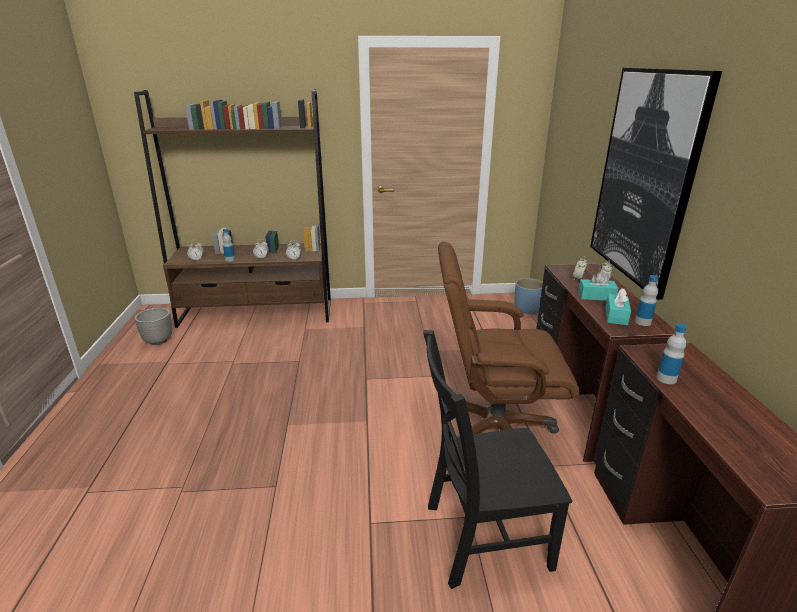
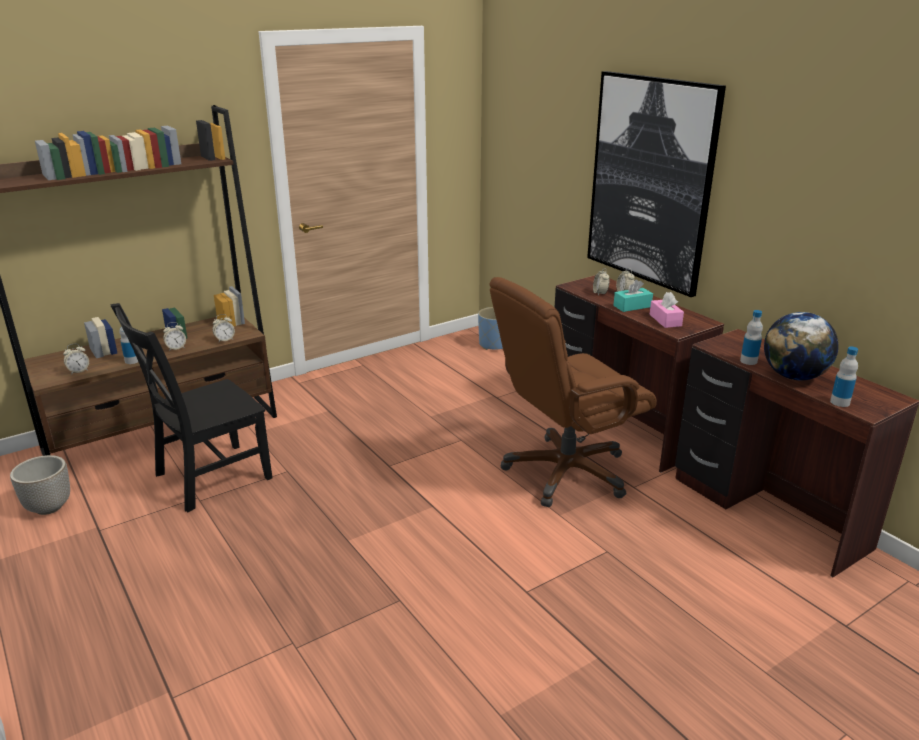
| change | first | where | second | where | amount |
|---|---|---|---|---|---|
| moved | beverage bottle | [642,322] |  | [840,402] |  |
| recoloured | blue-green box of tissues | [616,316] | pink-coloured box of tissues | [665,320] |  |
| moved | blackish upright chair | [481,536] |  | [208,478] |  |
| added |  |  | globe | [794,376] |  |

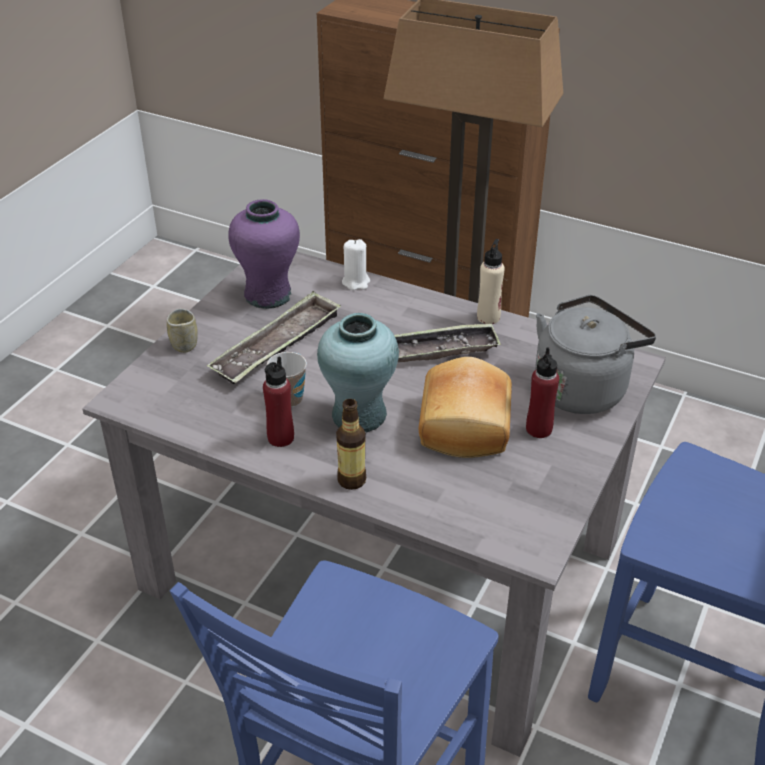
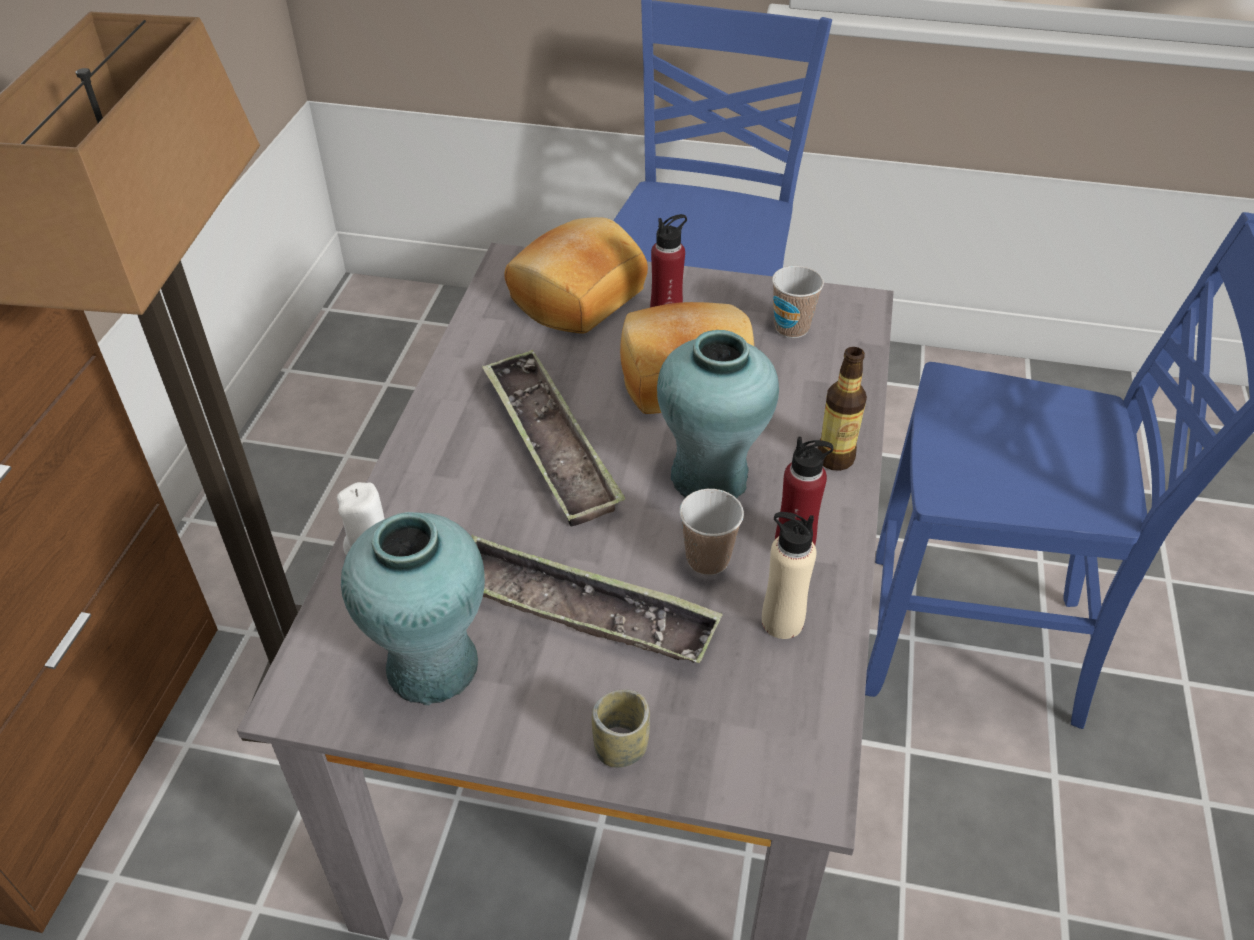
| change | first | where | second | where | amount |
|---|---|---|---|---|---|
| recoloured | purple-coloured vase | [268,294] | blue-green vase | [431,666] |  |
| moved | beige beverage bottle | [488,317] |  | [782,622] |  |
| replaced | grey tea kettle | [583,388] | bread | [575,295] |  |
| added |  |  | small cup | [791,328] |  |

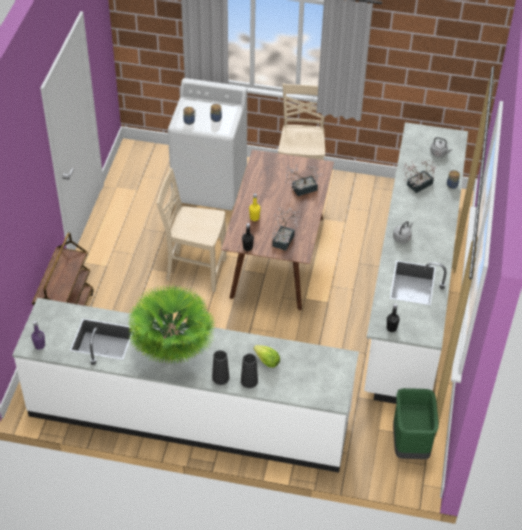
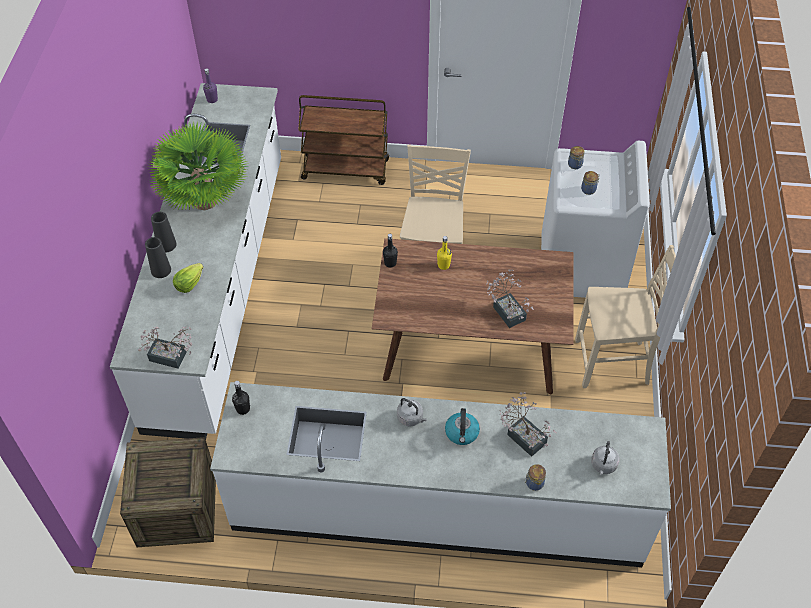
| change | first | where | second | where | amount |
|---|---|---|---|---|---|
| moved | potted plant | [284,238] |  | [171,358] |  |
| replaced | greenish rubbish bin | [409,444] | shipping crate | [177,509] |  |
| added |  |  | tea kettle | [462,433] |  |

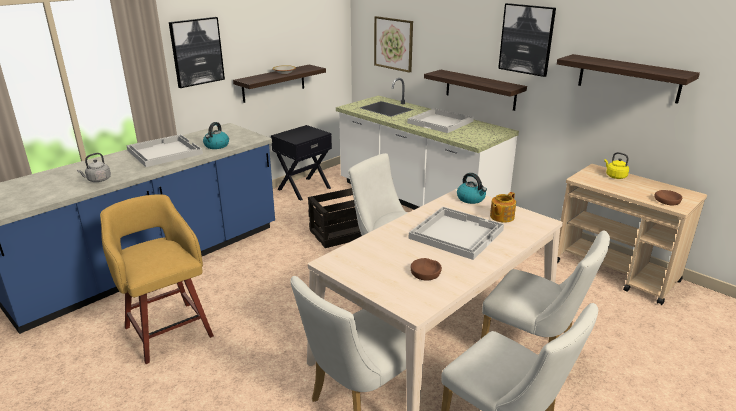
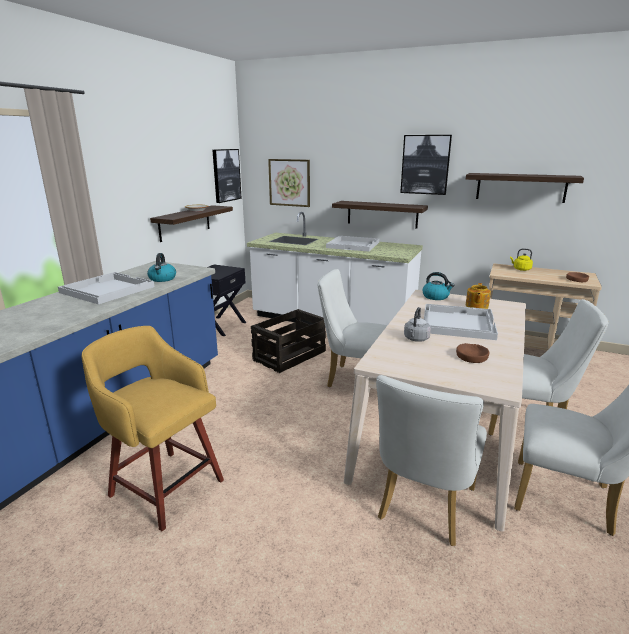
| change | first | where | second | where | amount |
|---|---|---|---|---|---|
| moved | wall art | [197,52] |  | [226,175] |  |
| moved | grey tea kettle | [98,180] |  | [416,339] |  |

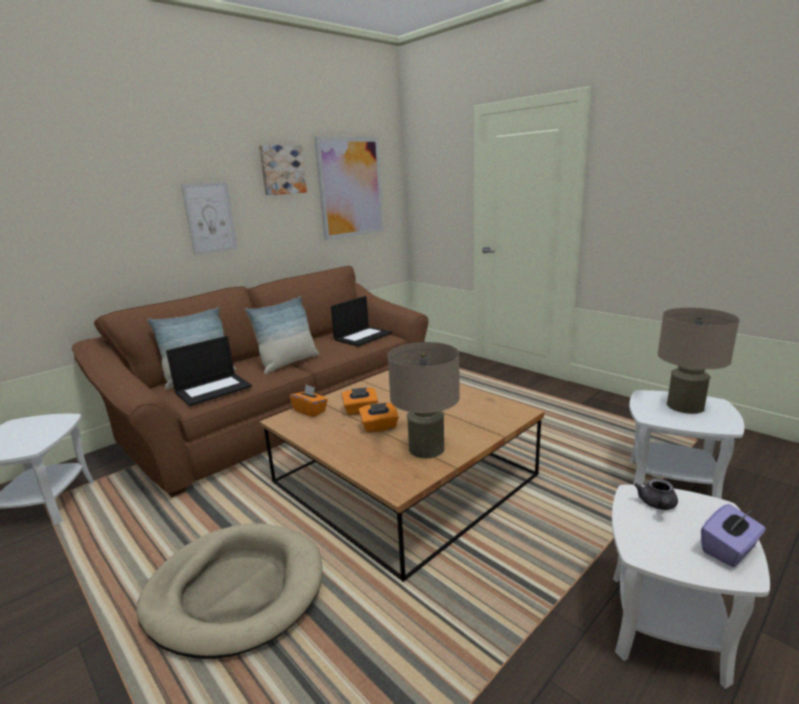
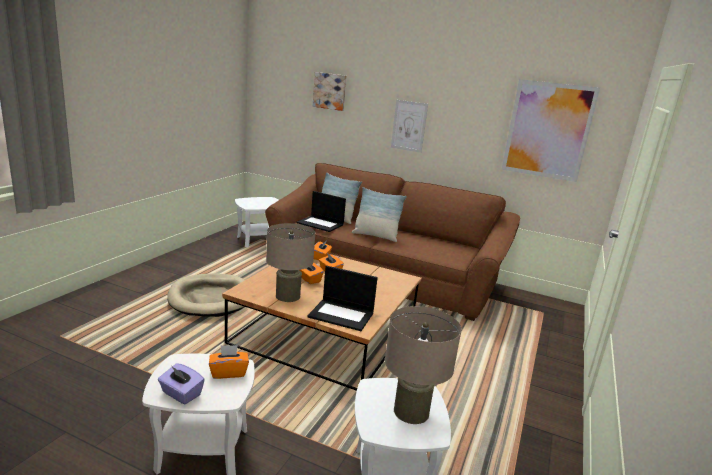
| change | first | where | second | where | amount |
|---|---|---|---|---|---|
| moved | wall art | [282,170] |  | [330,91] |  |
| moved | laptop | [363,336] |  | [342,315] |  |
| replaced | grey teapot | [657,505] | orange-coloured box of tissues | [228,372] |  |

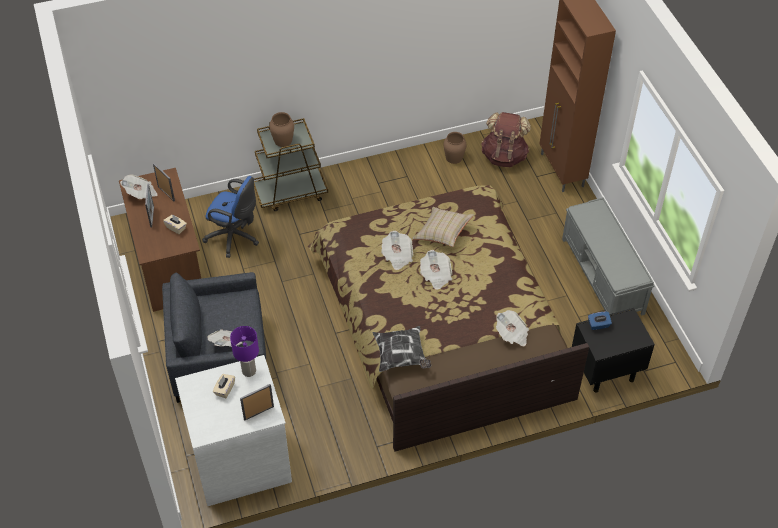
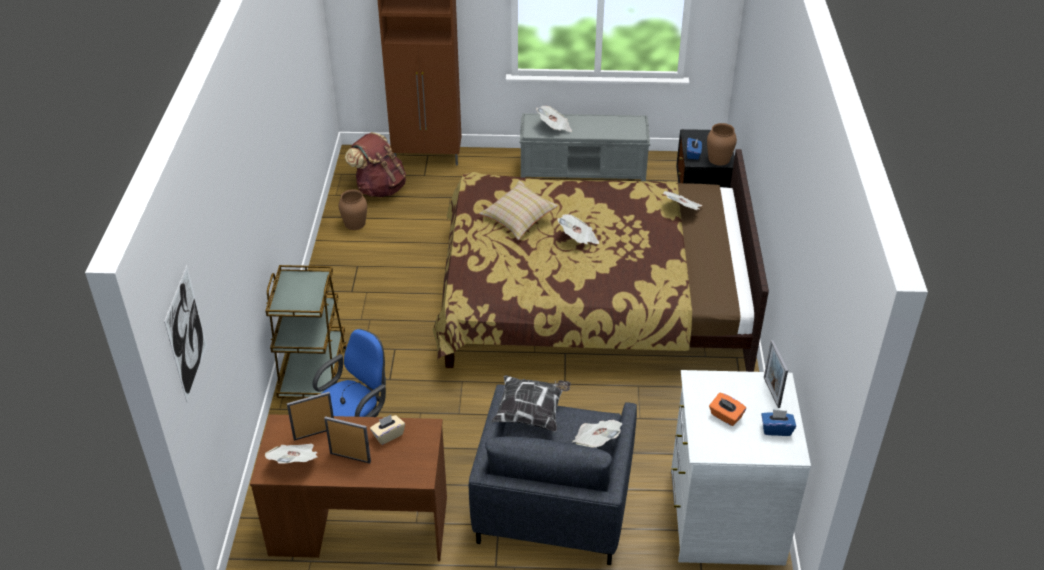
| change | first | where | second | where | amount |
|---|---|---|---|---|---|
| moved | brown vase | [283,140] |  | [719,159] |  |
| moved | daily paper | [397,256] |  | [554,127] |  |
| removed | purple-coloured tabletop lamp | [249,371] |  |  |  |
| moved | pillow | [401,356] |  | [531,412] |  |
| recoloured | beige box of tissues | [224,389] | orange-coloured box of tissues | [725,416] |  |
| added |  |  | wall art | [186,333] |  |
| added |  |  | blue-coloured box of tissues | [776,429] |  |

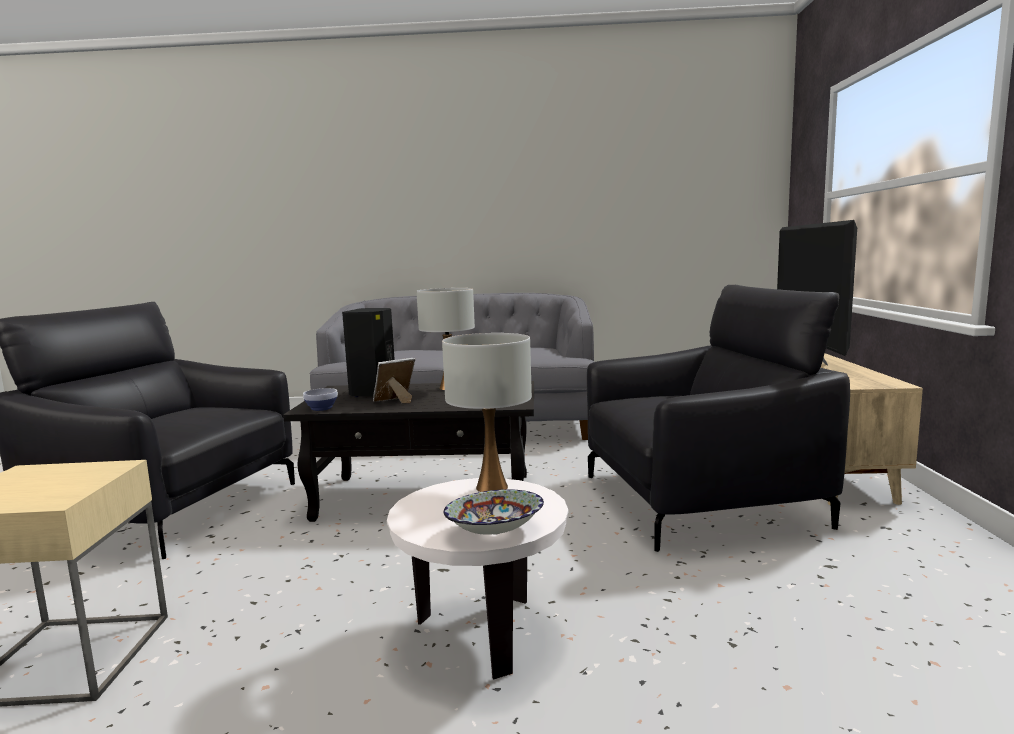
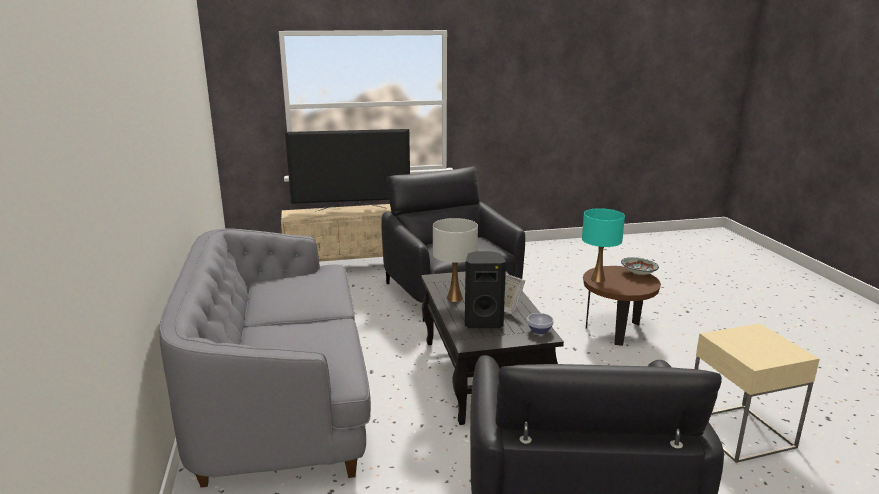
| change | first | where | second | where | amount |
|---|---|---|---|---|---|
| recoloured | white tabletop lamp | [491,487] | blue-green tabletop lamp | [598,279] |  |
| recoloured | white accent table | [483,634] | brown accent table | [616,330] |  |

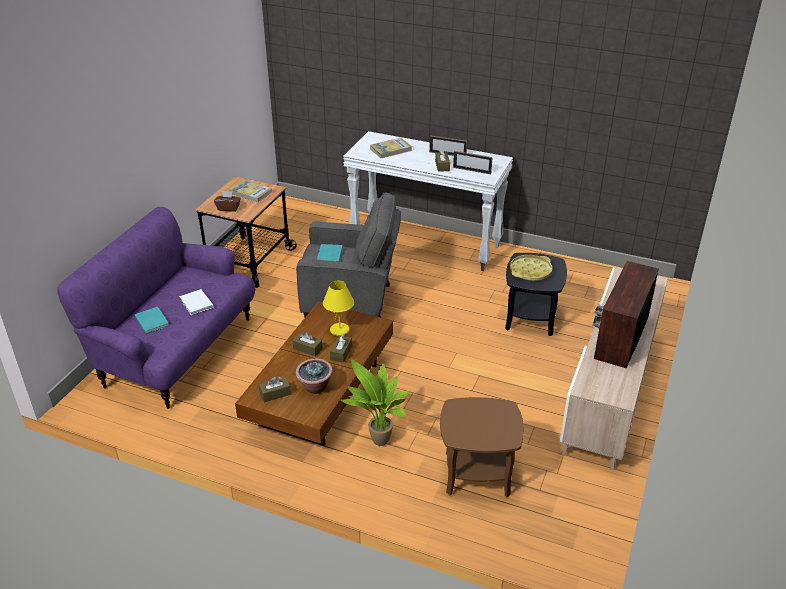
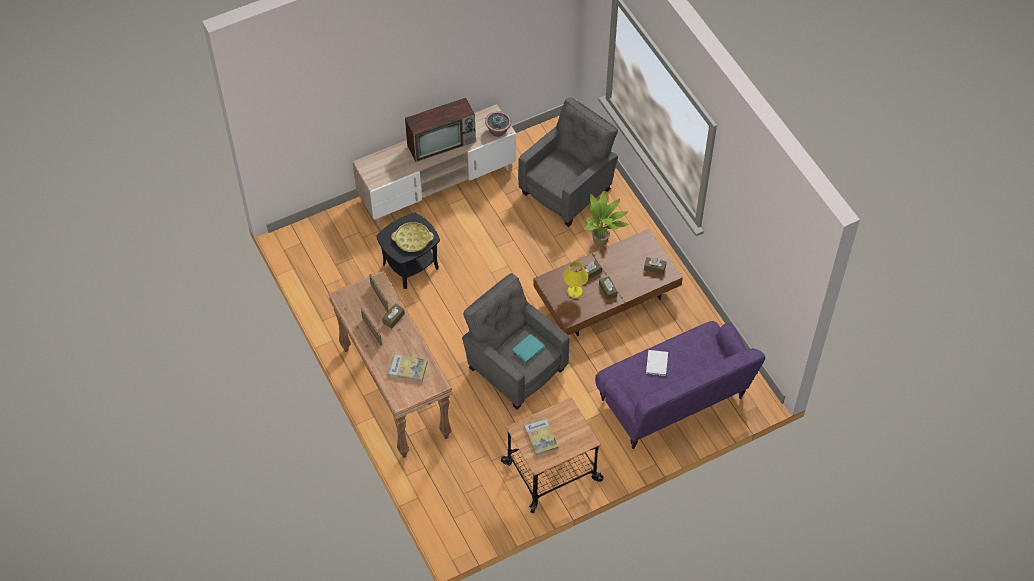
| change | first | where | second | where | amount |
|---|---|---|---|---|---|
| recoloured | white narrow table | [426,243] | brown narrow table | [394,392] |  |
| removed | brown box of tissues | [228,208] |  |  |  |
| removed | blue-green bound book | [152,321] |  |  |  |
| moved | potted plant | [315,387] |  | [498,131] |  |
| replaced | brown accent table | [477,474] | grey easy chair | [568,190] |  |

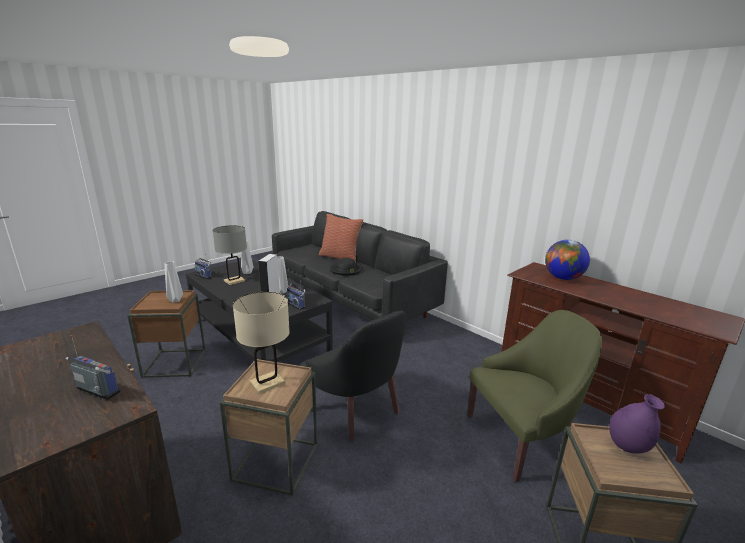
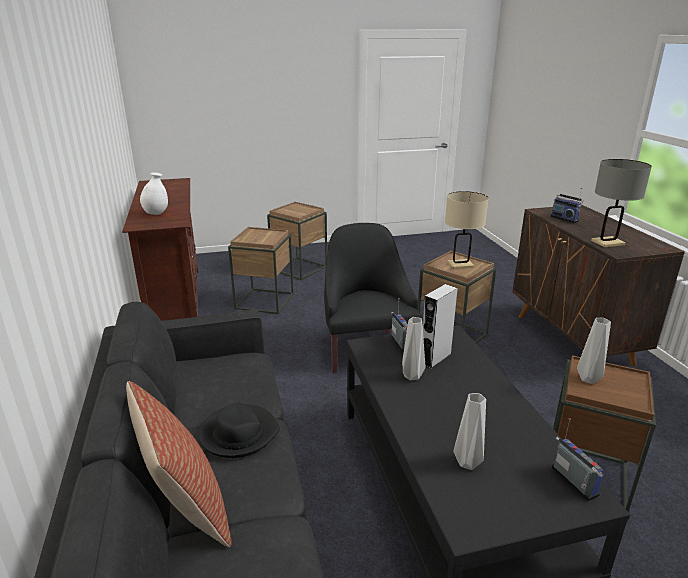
| change | first | where | second | where | amount |
|---|---|---|---|---|---|
| moved | grey tabletop lamp | [234,281] |  | [607,243] |  |
| replaced | globe | [563,278] | white vase | [156,213] |  |
| replaced | greenish easy chair | [521,438] | brown accent table | [264,301] |  |
| removed | purple-coloured vase | [628,446] |  |  |  |

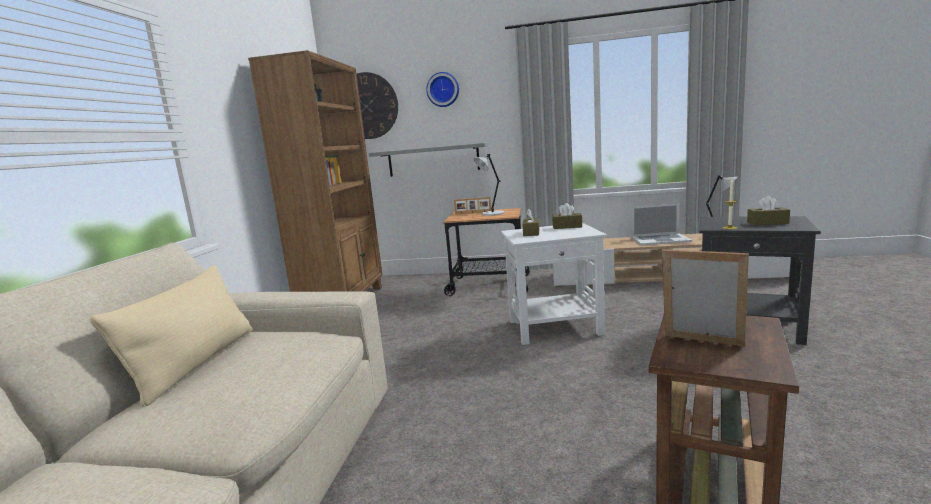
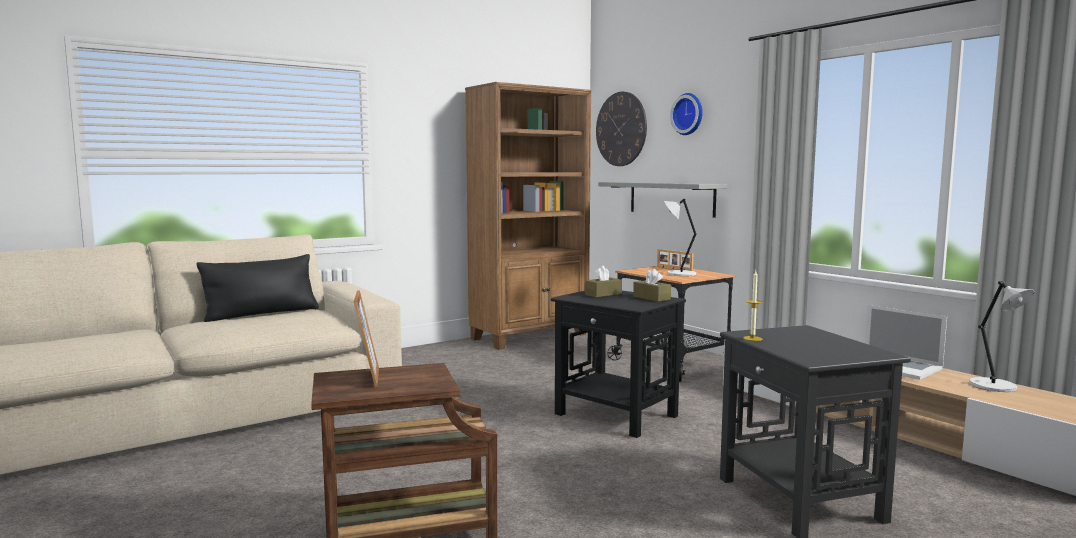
| change | first | where | second | where | amount |
|---|---|---|---|---|---|
| removed | brown box of tissues | [767,223] |  |  |  |
| recoloured | white accent table | [556,327] | blackish accent table | [617,415] |  |
| recoloured | beige pillow | [196,363] | blackish pillow | [262,314] |  |

